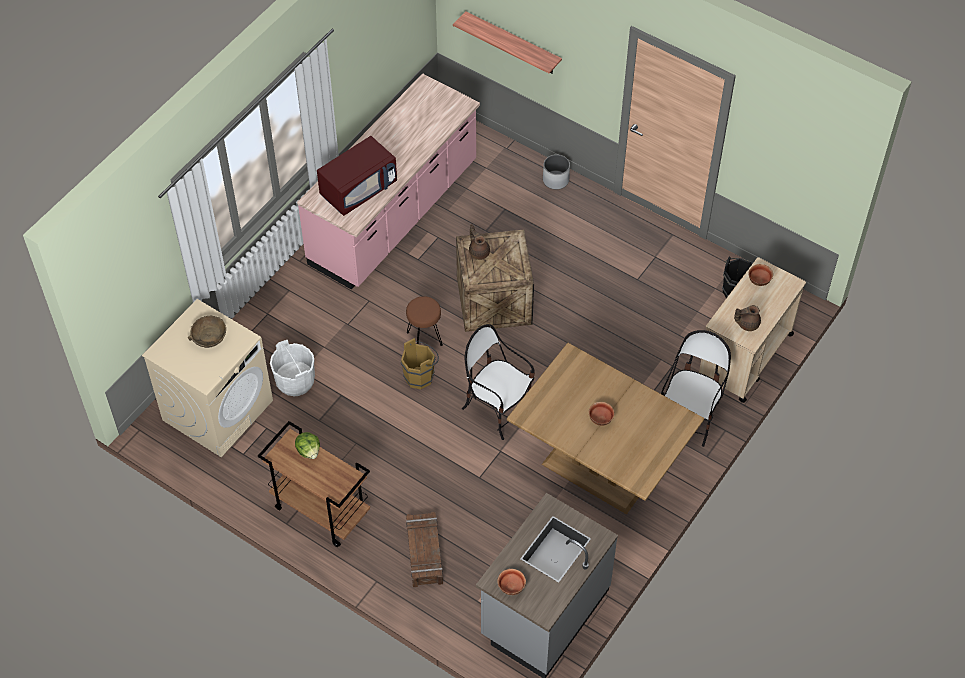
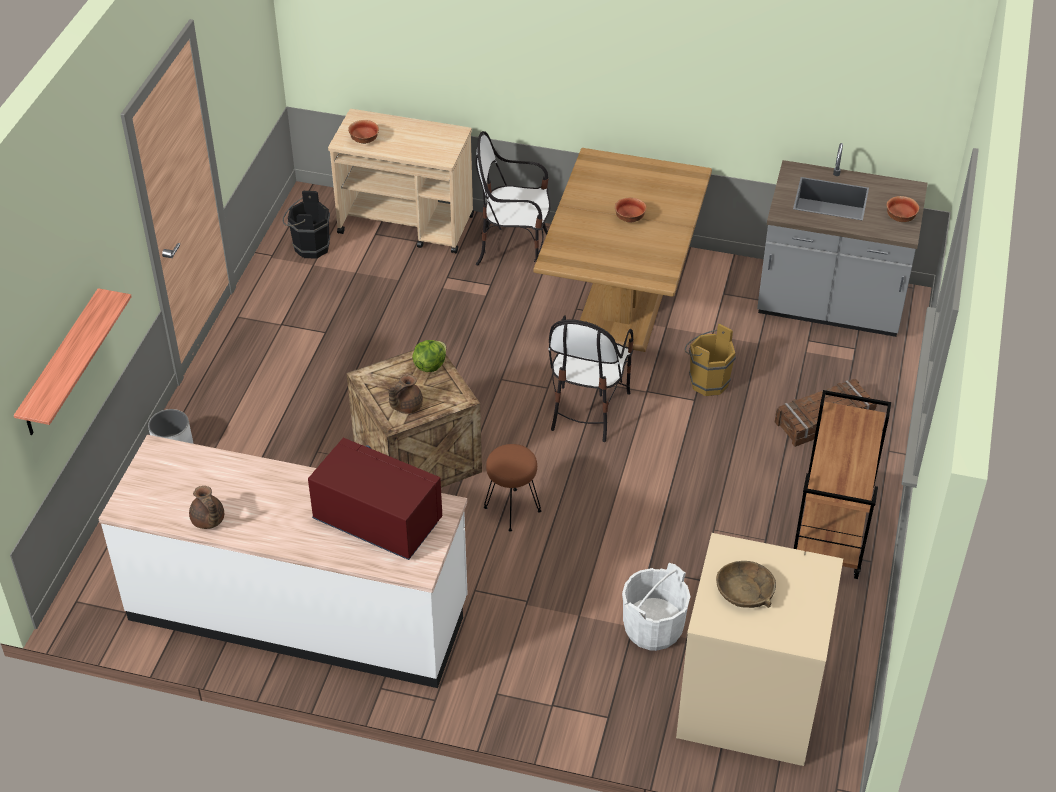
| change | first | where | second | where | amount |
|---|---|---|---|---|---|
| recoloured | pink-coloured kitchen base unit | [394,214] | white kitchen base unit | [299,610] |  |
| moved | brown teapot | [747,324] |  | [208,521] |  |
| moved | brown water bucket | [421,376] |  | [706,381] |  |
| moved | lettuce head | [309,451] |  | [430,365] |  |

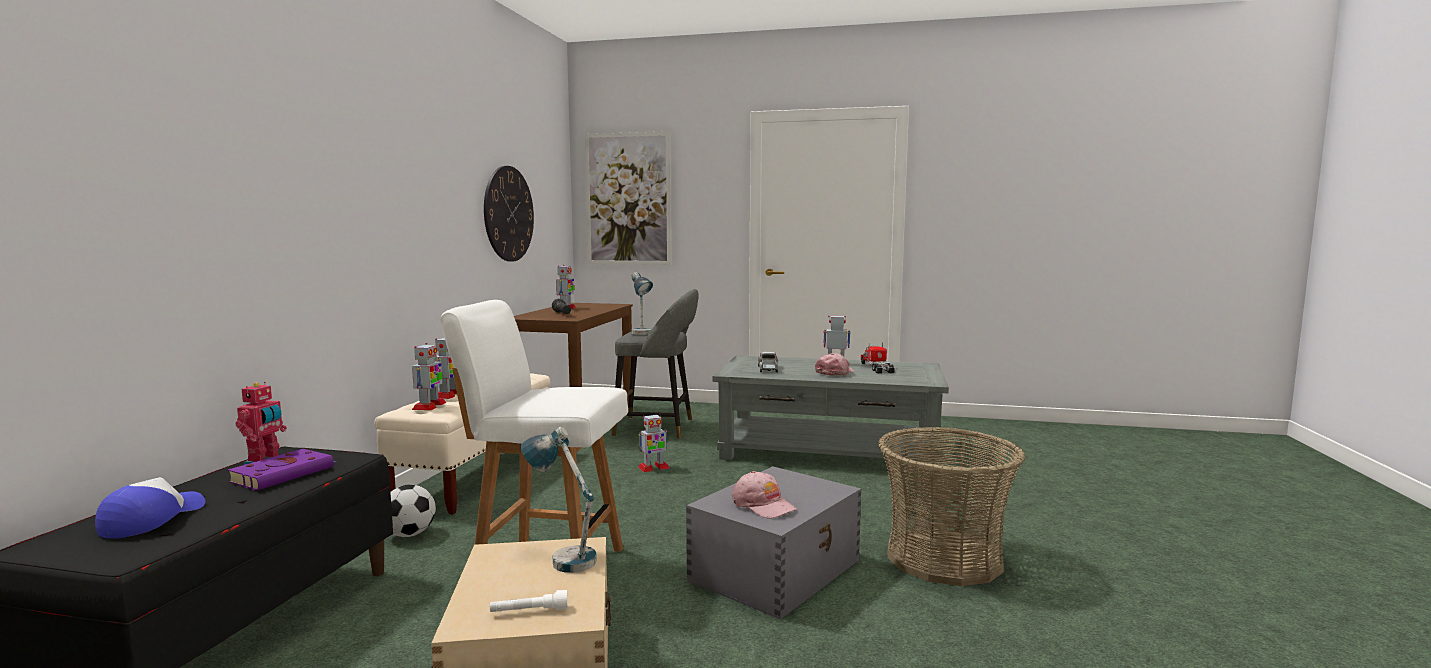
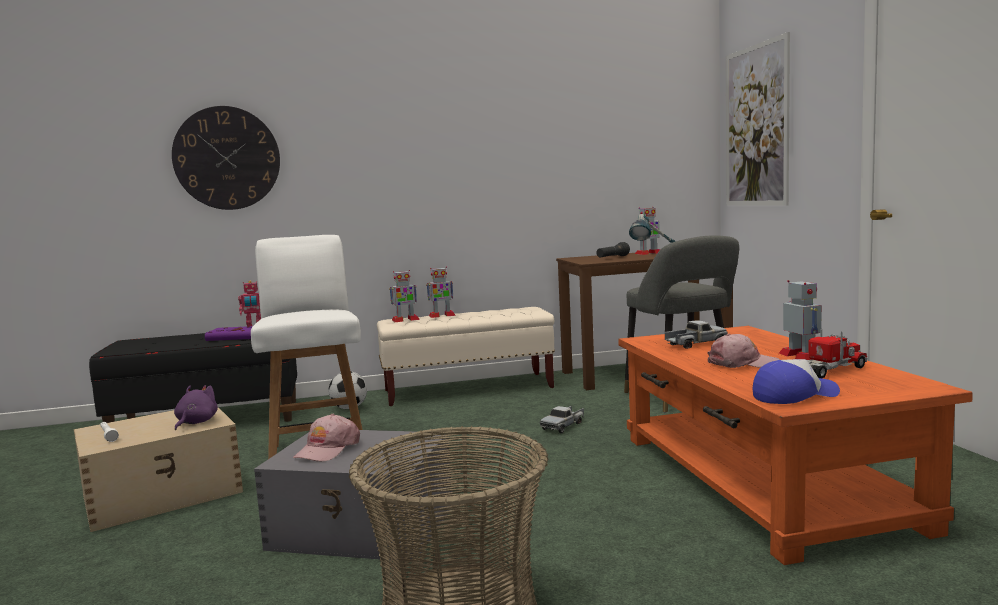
| change | first | where | second | where | amount |
|---|---|---|---|---|---|
| moved | hanging clock | [508,214] |  | [227,158] |  |
| recoloured | grey low table | [827,450] | orange-coloured low table | [759,479] |  |
| replaced | toy robot | [653,468] | toy lorry | [563,426] |  |
| replaced | tabletop lamp | [562,556] | purple-coloured plush toy | [195,422] |  |
| moved | peaked cap | [152,519] |  | [794,395] |  |

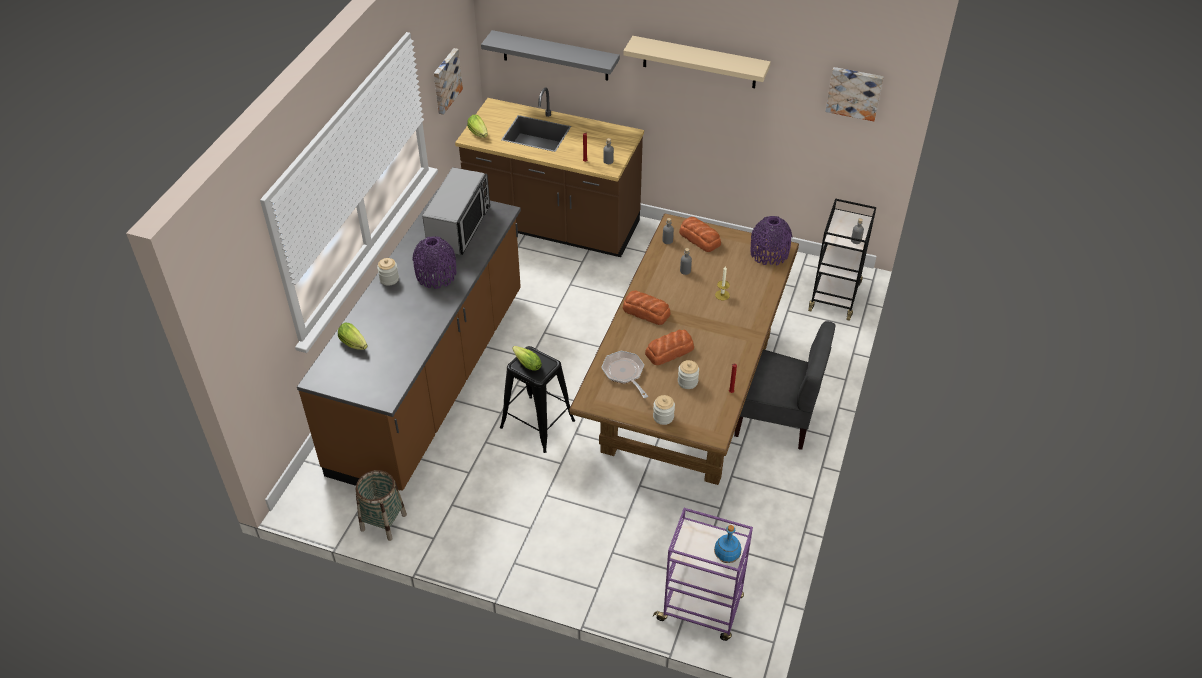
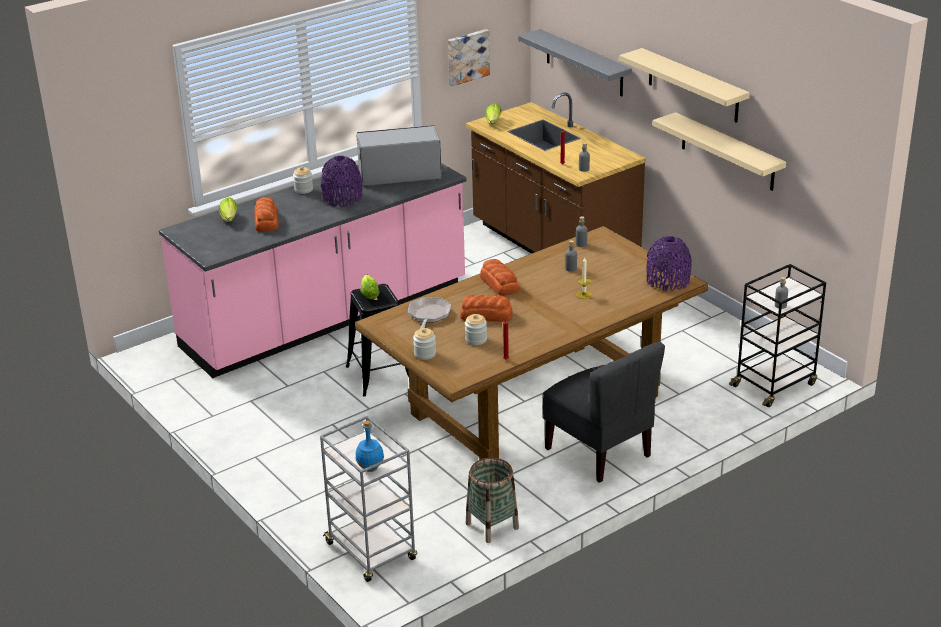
| change | first | where | second | where | amount |
|---|---|---|---|---|---|
| removed | wall art | [854,92] |  |  |  |
| turned | kitchen microwave | [459,227] |  | [399,175] | 150 degrees counterclockwise |
| recoloured | brown kitchen base unit | [431,381] | pink-coloured kitchen base unit | [326,317] |  |
| moved | bread | [699,238] |  | [266,221] |  |
| moved | household basket | [383,522] |  | [492,526] |  |
| recoloured | purple-coloured trolley | [701,609] | grey trolley | [372,552] |  |
| added |  |  | beige shelf | [727,152] |  |

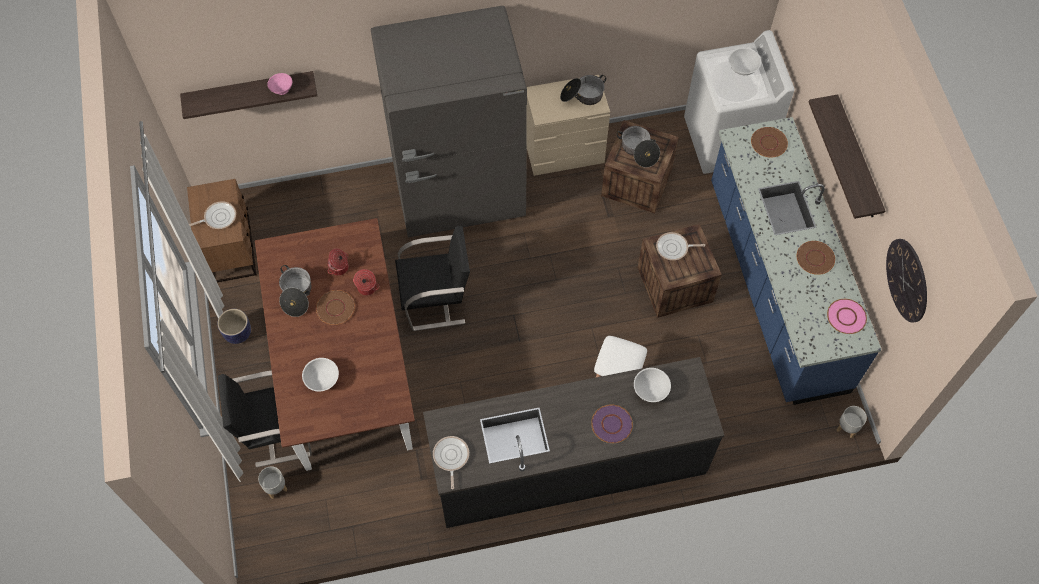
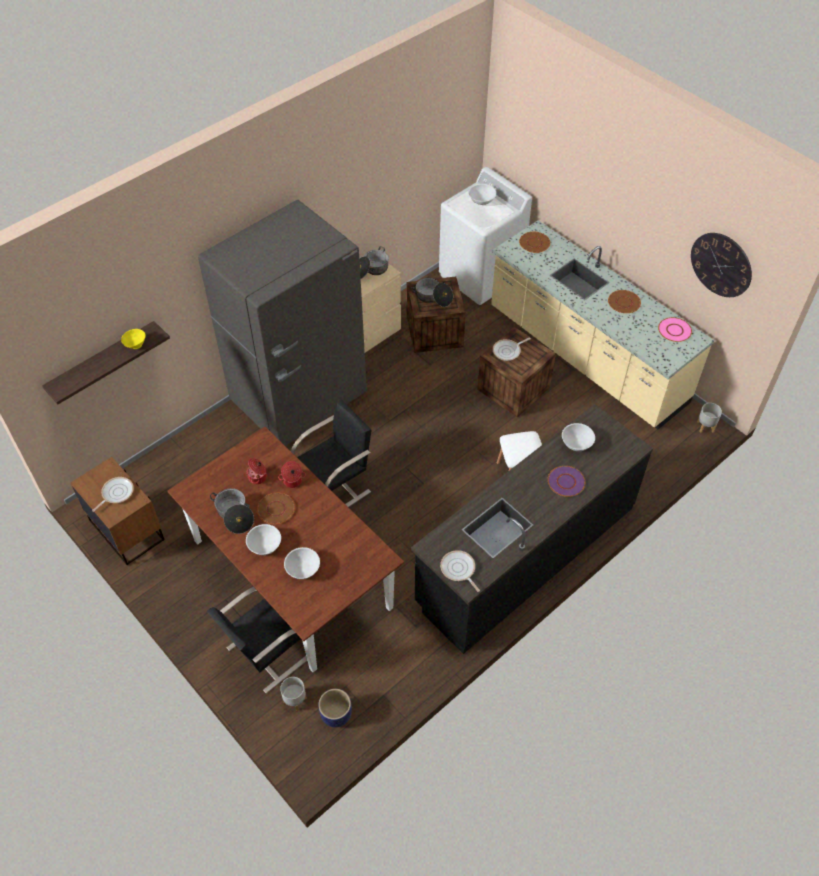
| change | first | where | second | where | amount |
|---|---|---|---|---|---|
| recoloured | pink-coloured bowl | [282,89] | yellowish bowl | [135,344] |  |
| removed | shelf | [857,160] |  |  |  |
| recoloured | blue-coloured kitchen base unit | [775,286] | beige kitchen base unit | [586,356] |  |
| moved | plant pot | [237,333] |  | [336,715] |  |
| added |  |  | white bowl | [264,545] |  |

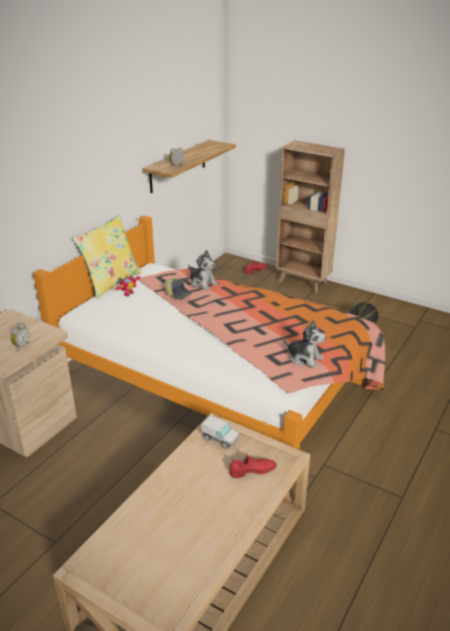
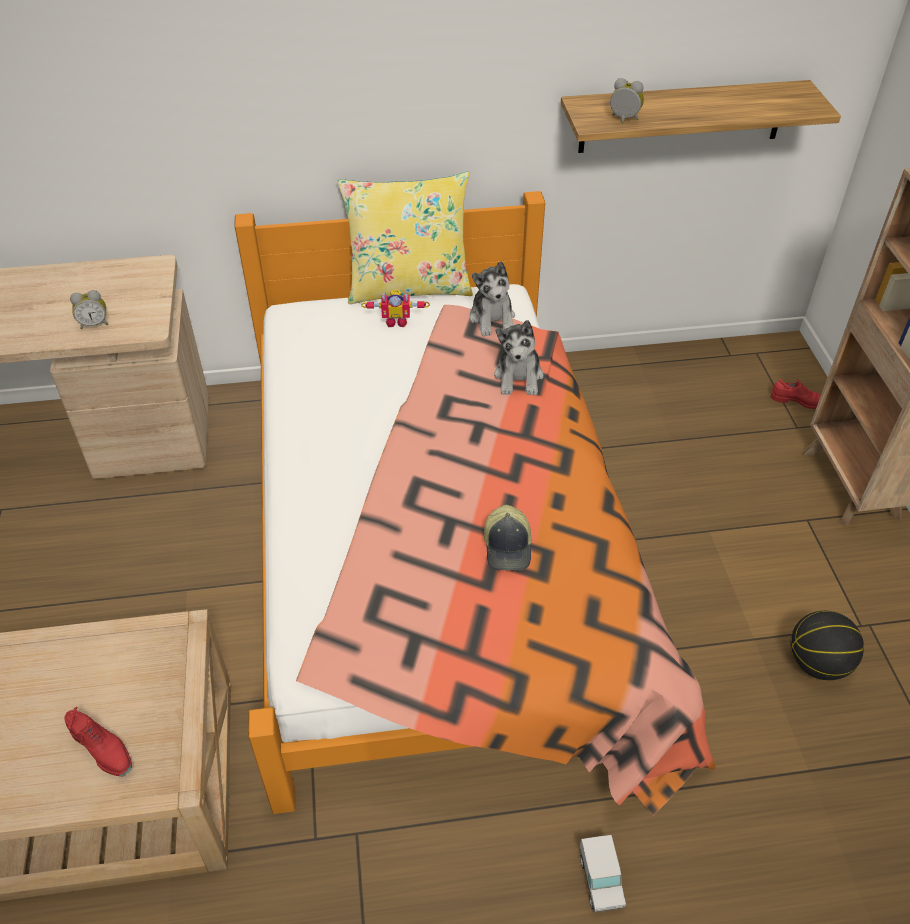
| change | first | where | second | where | amount |
|---|---|---|---|---|---|
| moved | peaked cap | [177,293] |  | [508,547] |  |
| moved | plush toy | [304,358] |  | [492,319] |  |
| moved | toy lorry | [220,438] |  | [600,880] |  |

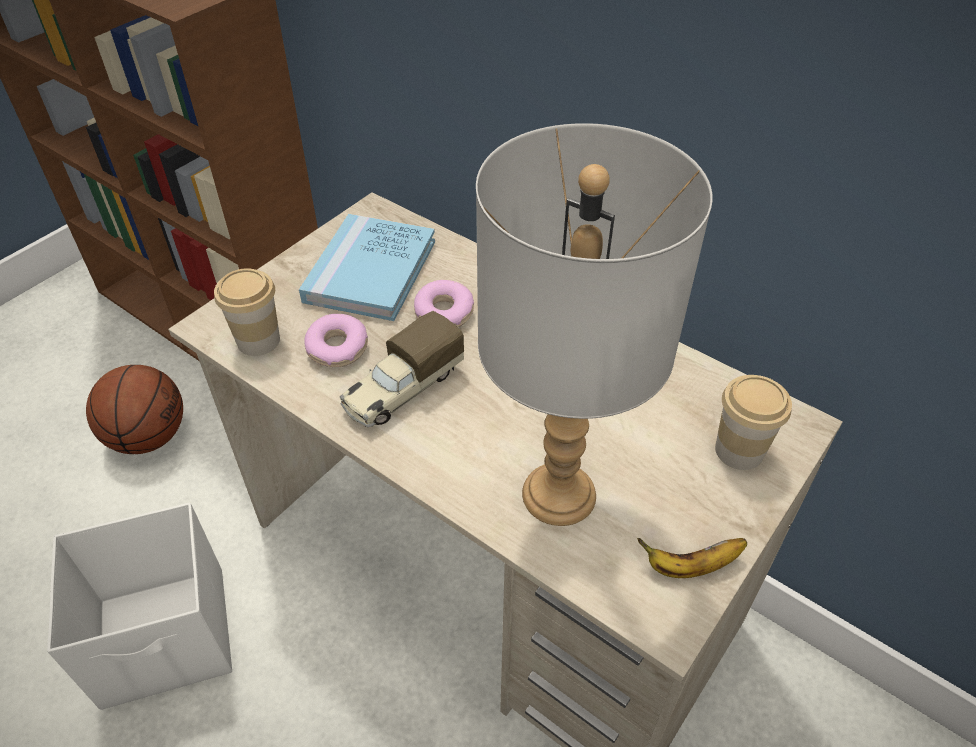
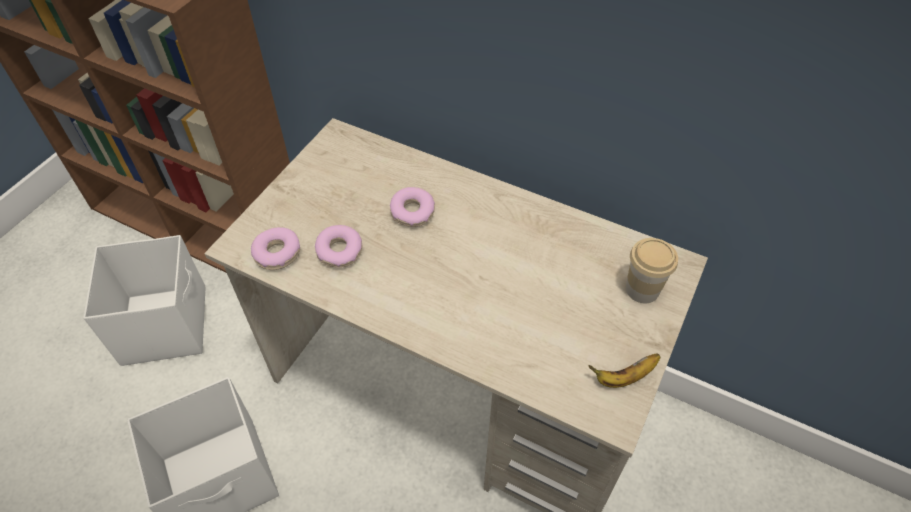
| change | first | where | second | where | amount |
|---|---|---|---|---|---|
| removed | grey tabletop lamp | [559,493] |  |  |  |
| removed | blue-coloured bound book | [371,271] |  |  |  |
| replaced | small cup | [258,340] | donut | [277,253] |  |
| removed | toy lorry | [402,390] |  |  |  |
| replaced | basketball | [148,436] | white storage bin | [166,324] |  |

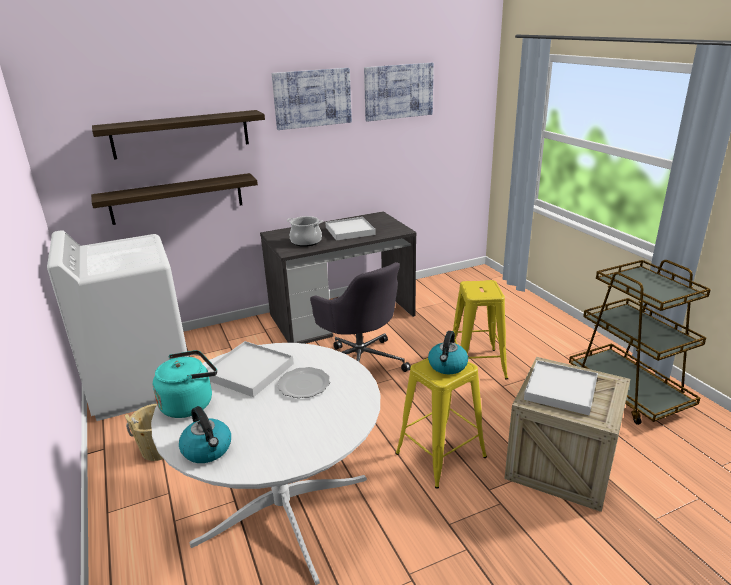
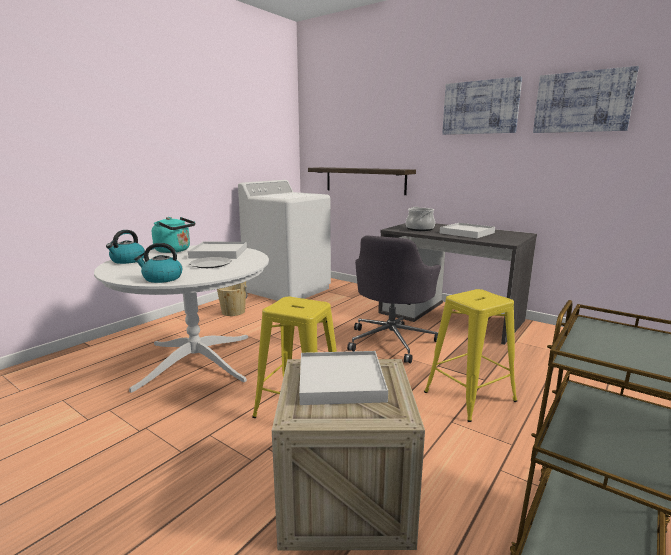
| change | first | where | second | where | amount |
|---|---|---|---|---|---|
| removed | shelf | [181,134] |  |  |  |
| moved | tea kettle | [447,366] |  | [162,278] |  |

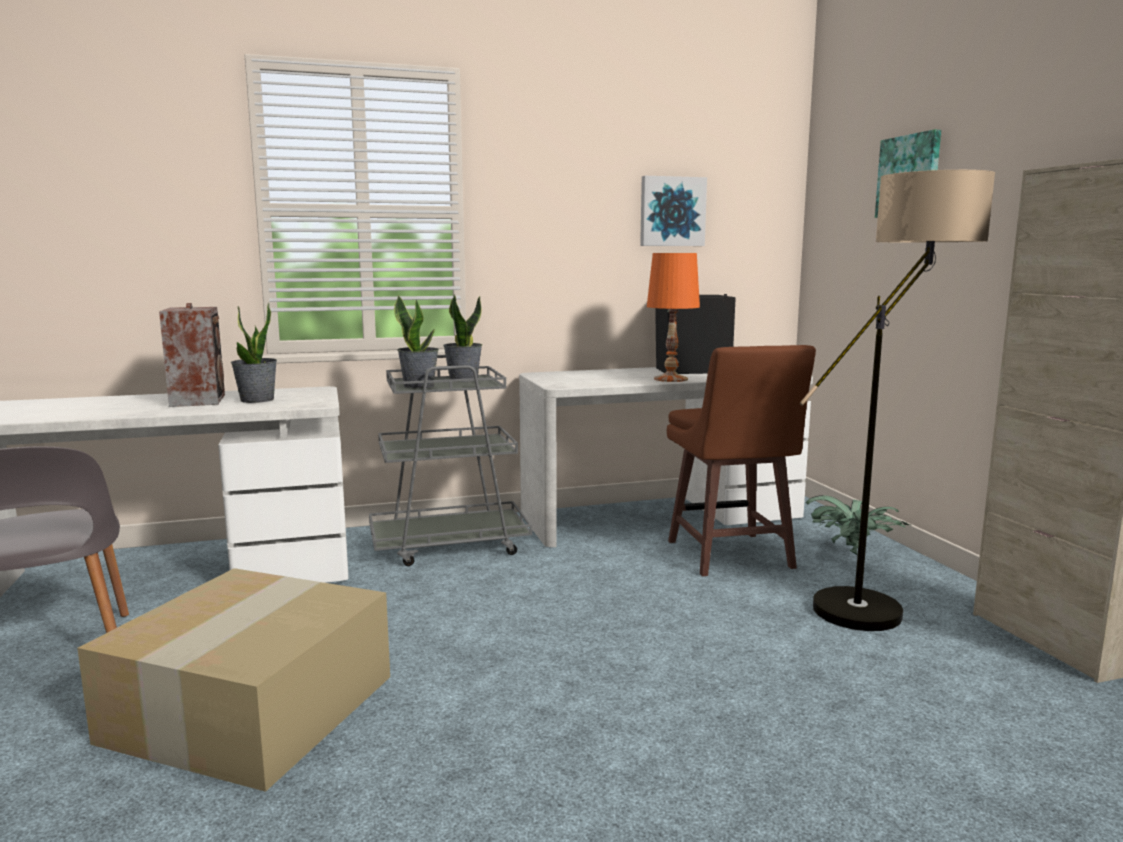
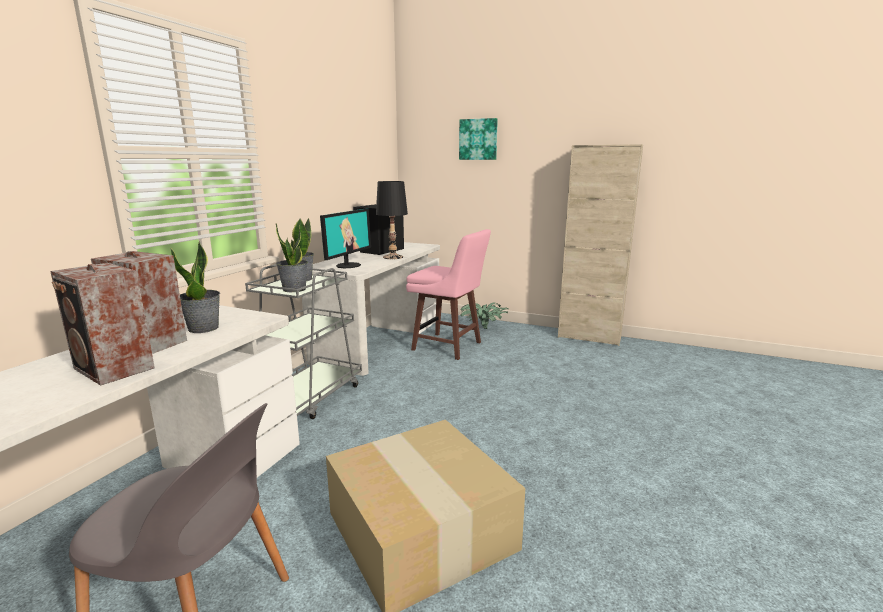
| change | first | where | second | where | amount |
|---|---|---|---|---|---|
| removed | standard lamp | [879,604] |  |  |  |
| removed | wall art | [671,211] |  |  |  |
| recoloured | orange-coloured tabletop lamp | [670,379] | blackish tabletop lamp | [393,257] |  |
| recoloured | brown stool | [730,556] | pink-coloured stool | [448,347] |  |
| added |  |  | monitor | [348,265] |  |
| added |  |  | loudspeaker | [114,369] |  |

